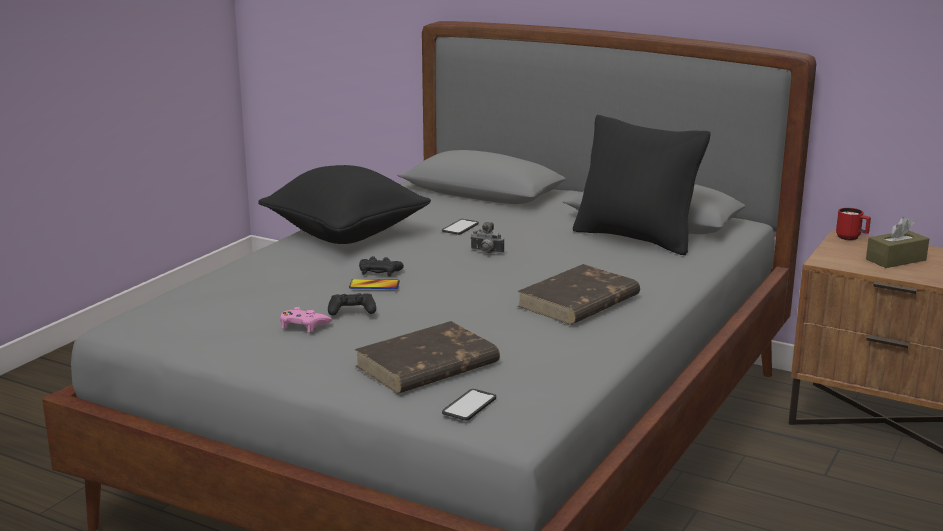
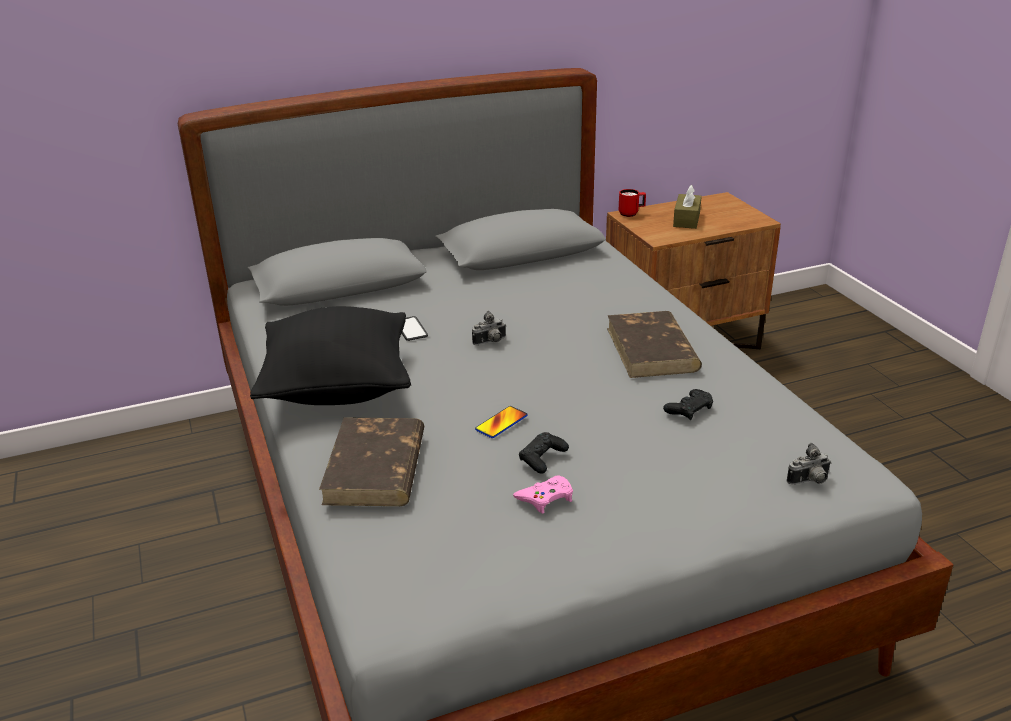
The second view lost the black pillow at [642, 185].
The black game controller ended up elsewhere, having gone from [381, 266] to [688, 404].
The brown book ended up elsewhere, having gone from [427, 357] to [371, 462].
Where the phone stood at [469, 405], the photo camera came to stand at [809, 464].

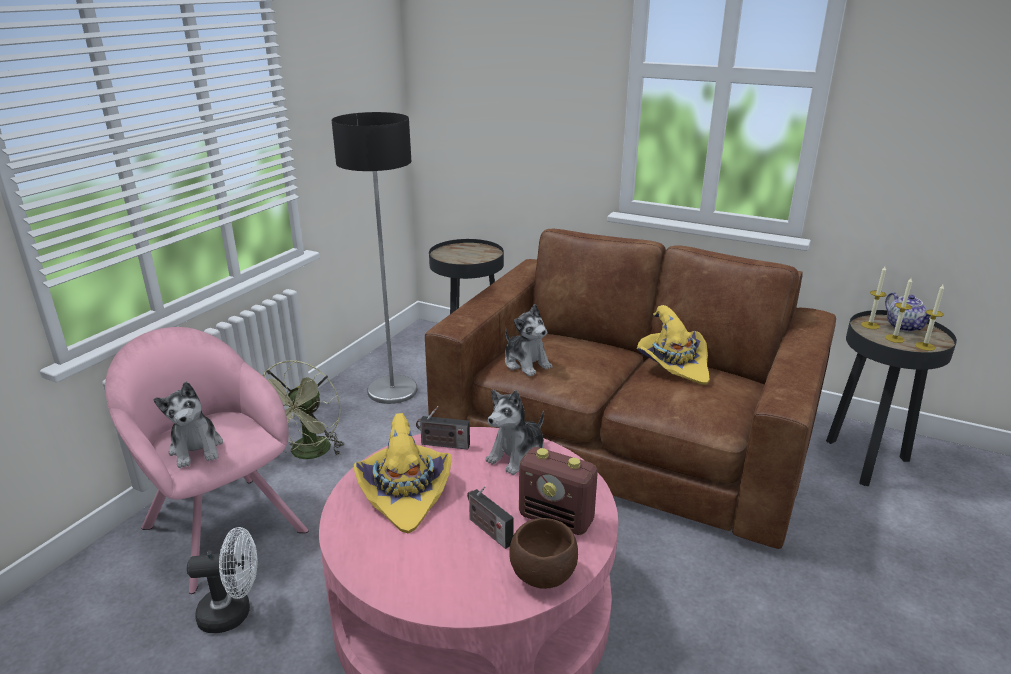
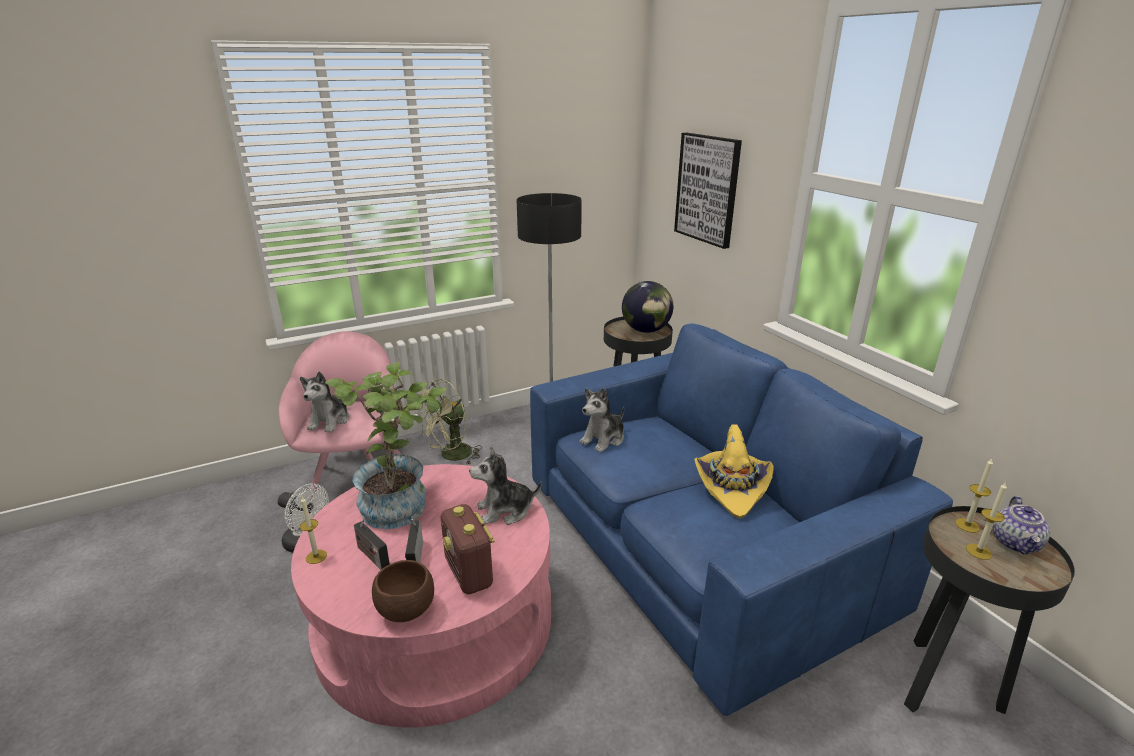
What was the brown sofa at [630, 389] turned into the blue sofa at [741, 519].
The candle ended up elsewhere, having gone from [929, 317] to [313, 530].
The plush toy at [528, 340] ended up facing another way, 45 degrees clockwise from before.
The radio ended up elsewhere, having gone from [443, 428] to [372, 544].
Where the yellow hat stood at [402, 473], the potted plant came to stand at [385, 445].
The second view gained the picture at [708, 191].
The second view gained the globe at [647, 307].

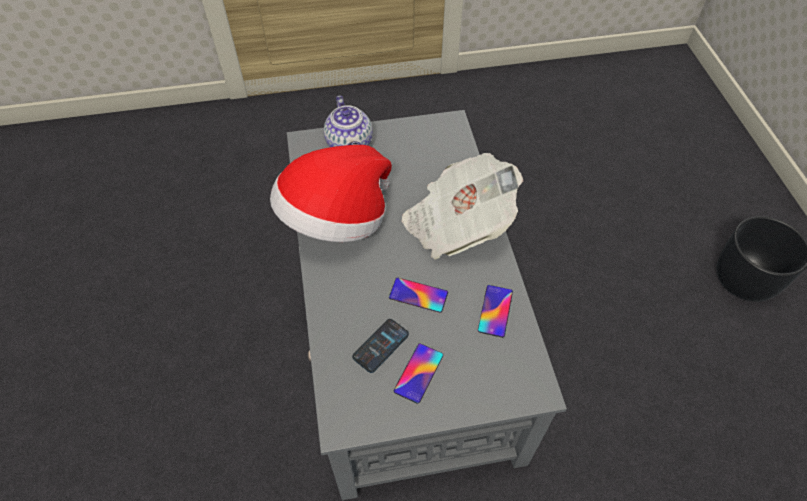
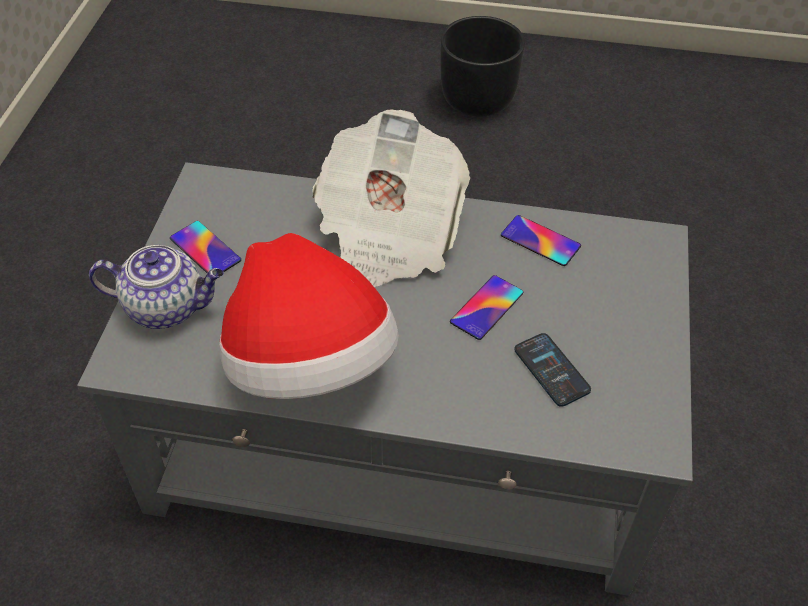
The phone ended up elsewhere, having gone from [418, 373] to [205, 247].

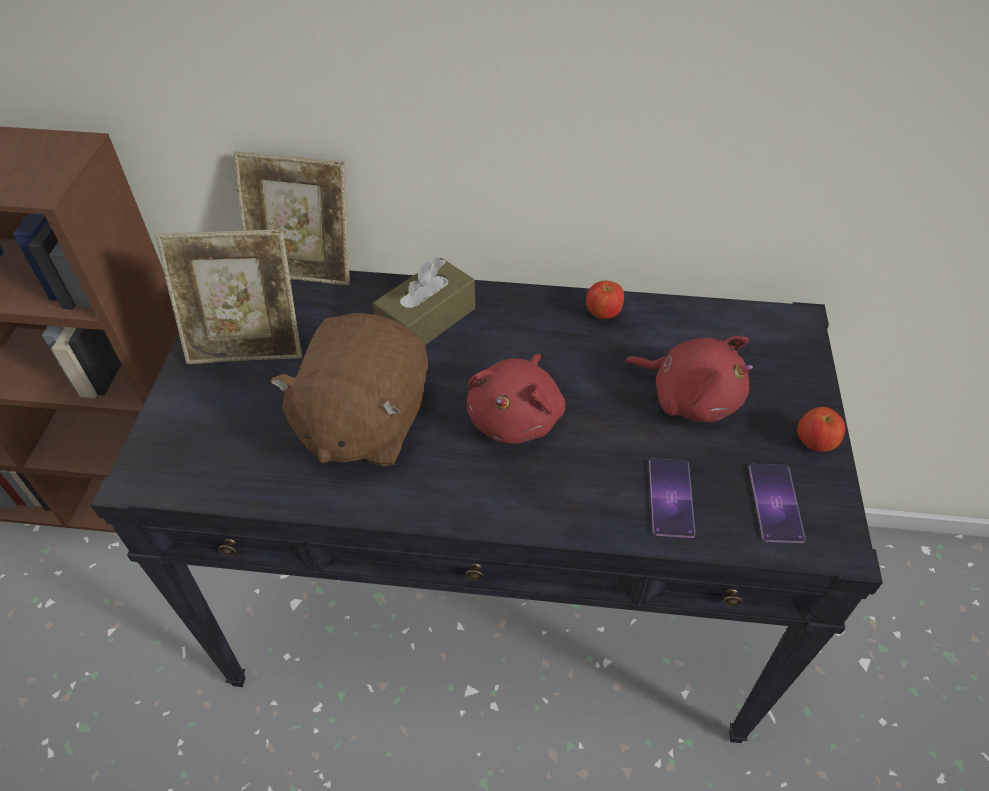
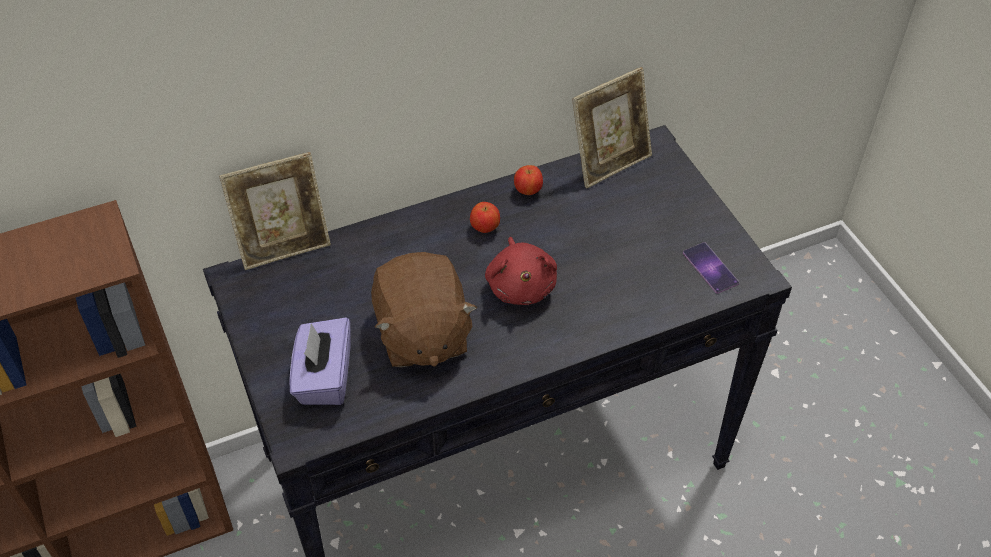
The picture frame ended up elsewhere, having gone from [228, 296] to [612, 127].
The second view lost the brown tissue box at [424, 301].
The second view lost the red plush toy at [688, 379].
The apple ended up elsewhere, having gone from [821, 429] to [485, 217].
The second view lost the phone at [672, 498].
The second view gained the purple tissue box at [320, 361].

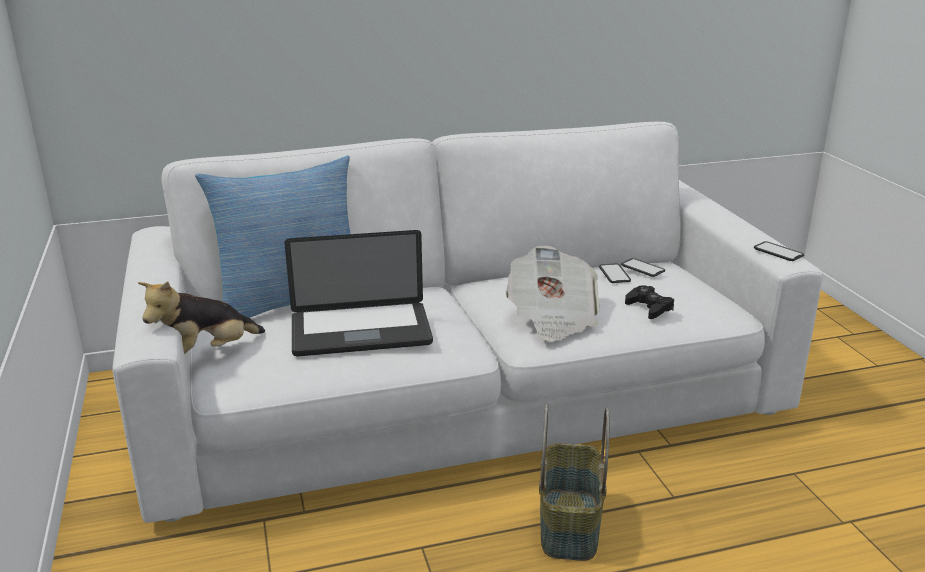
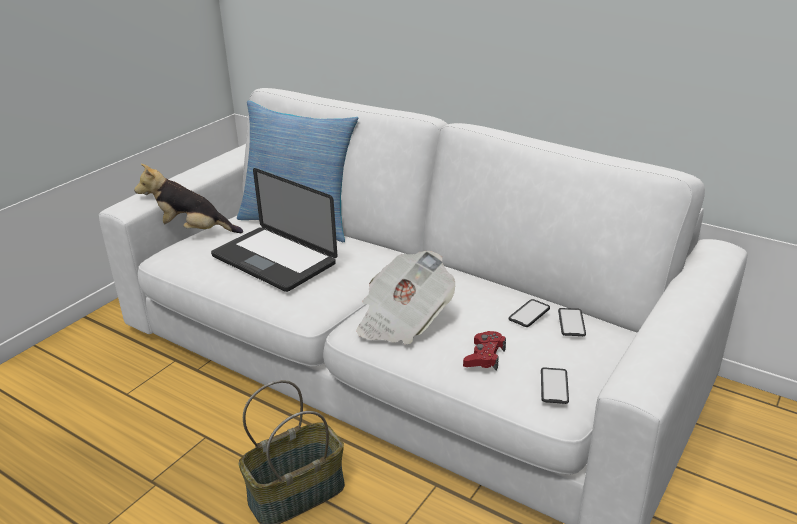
The phone ended up elsewhere, having gone from [779, 251] to [555, 385].
What was the black game controller at [649, 302] turned into the red game controller at [484, 351].

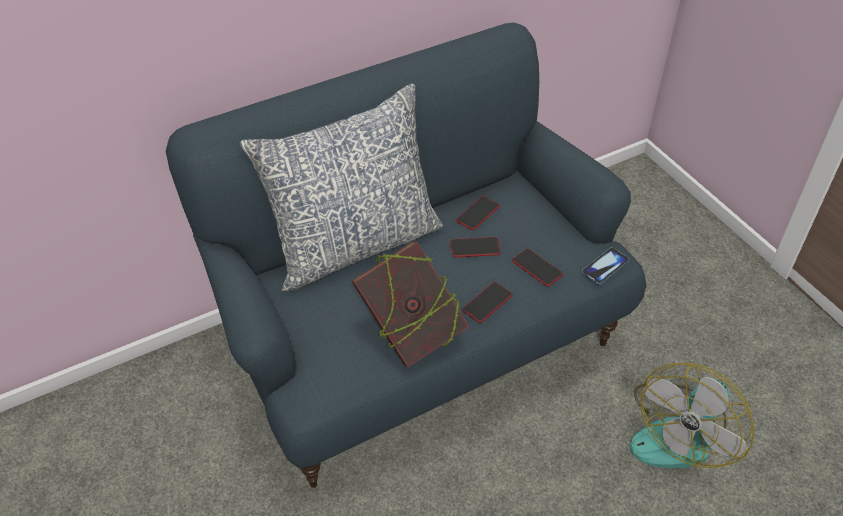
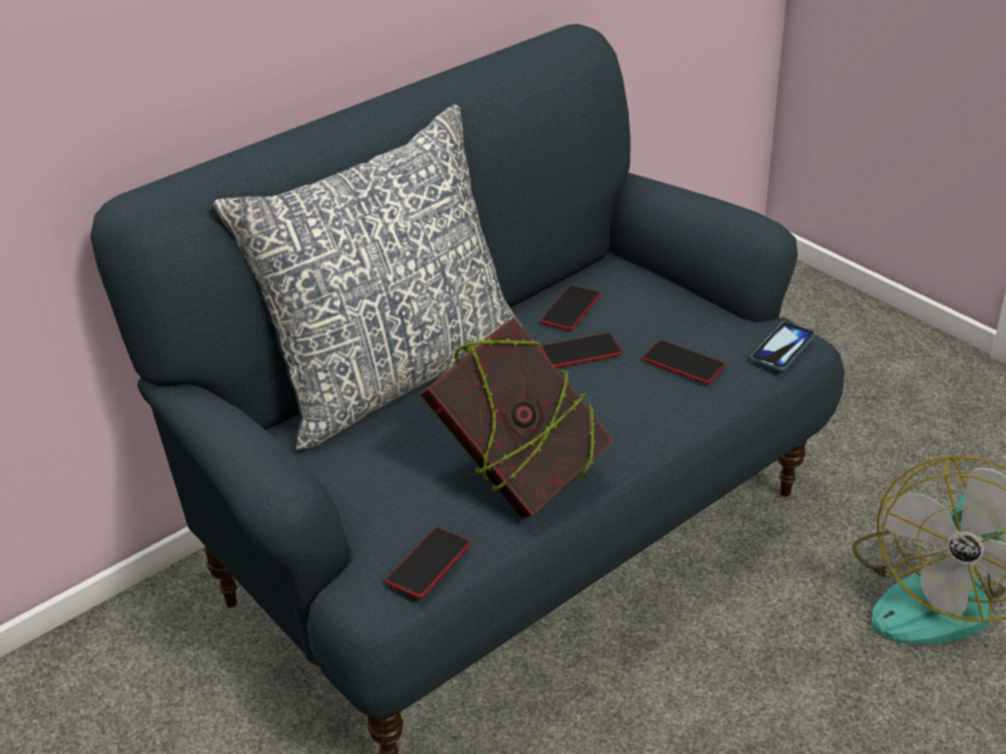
The phone ended up elsewhere, having gone from [487, 302] to [428, 563].

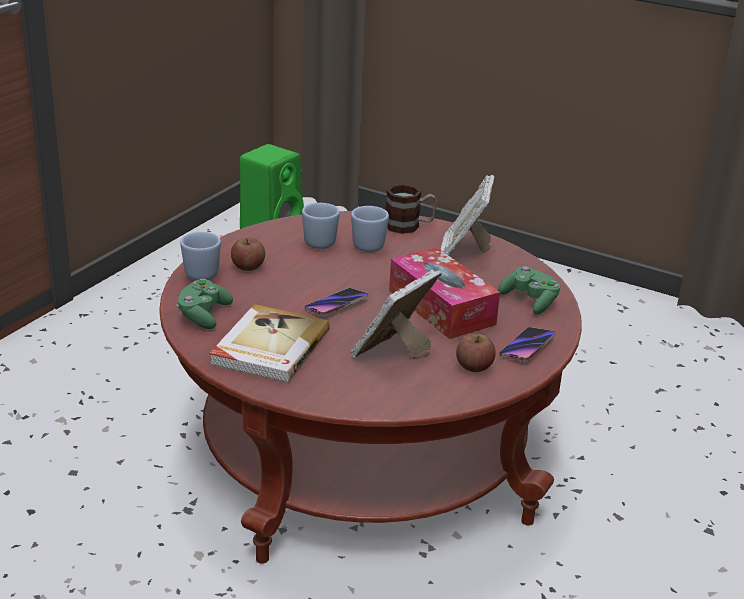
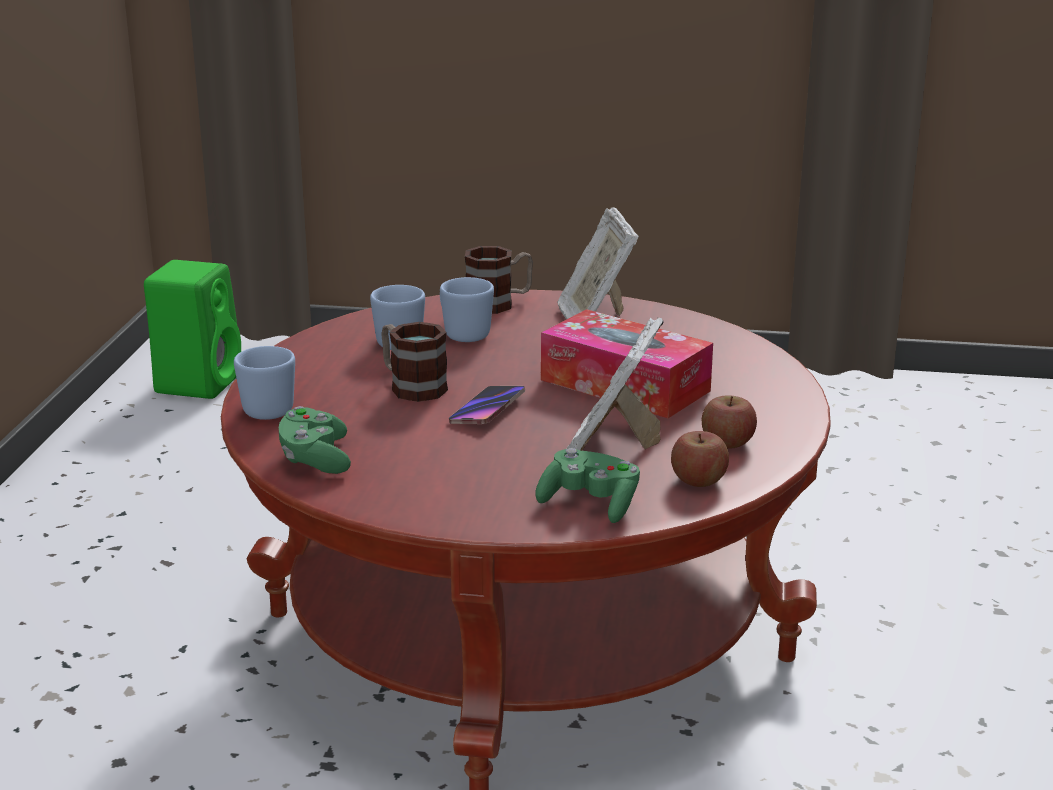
The apple ended up elsewhere, having gone from [248, 254] to [700, 459].
The green game controller ended up elsewhere, having gone from [529, 290] to [587, 485].
The second view lost the book at [269, 343].
The second view lost the phone at [527, 344].
The second view gained the mug at [414, 362].

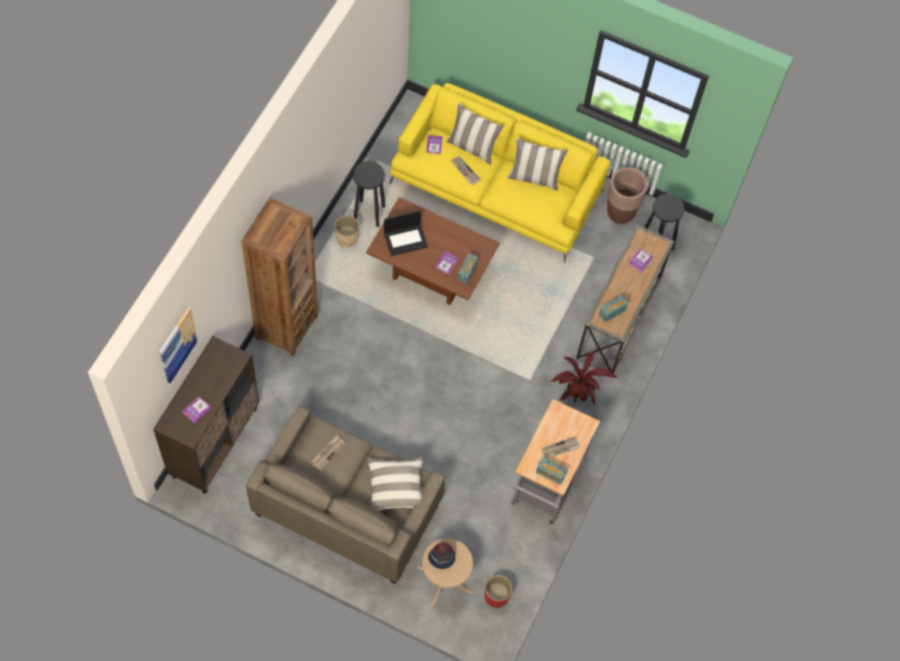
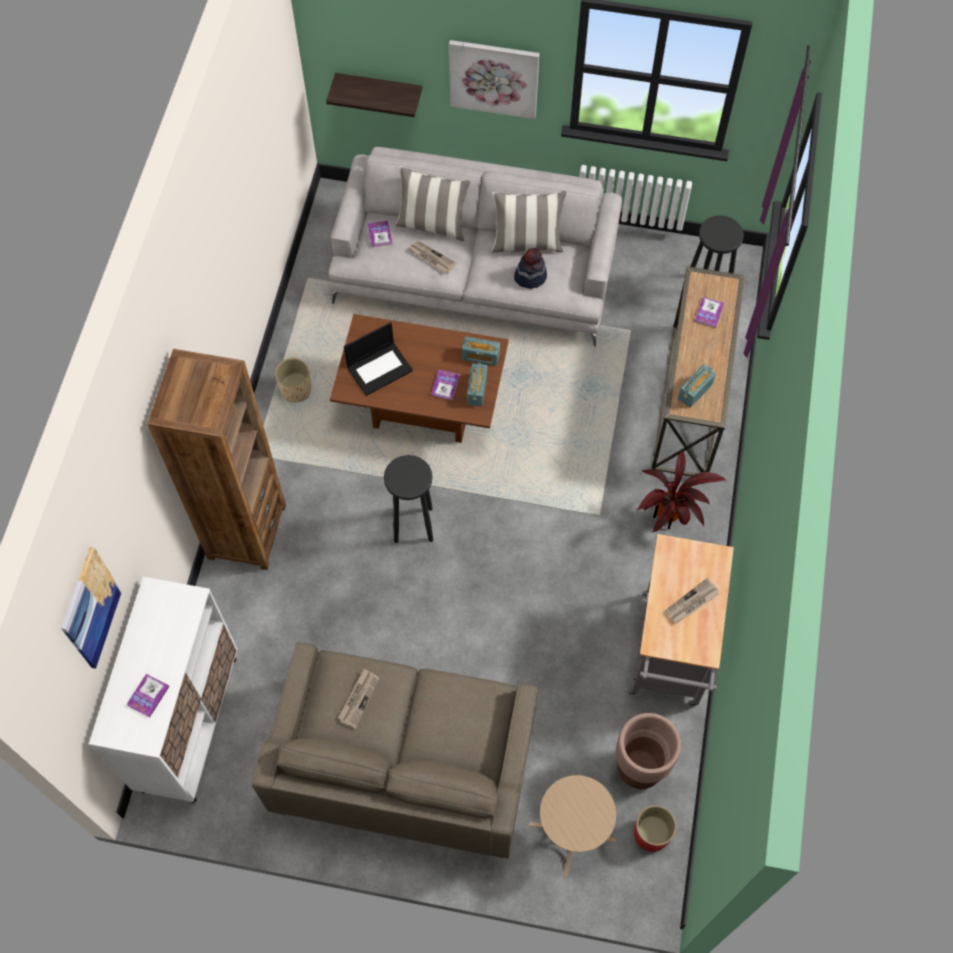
What was the yellow sofa at [499, 173] turned into the grey sofa at [475, 247].
The black stool ended up elsewhere, having gone from [369, 194] to [408, 499].
The brown planter ended up elsewhere, having gone from [627, 195] to [648, 751].
What was the brown cabinet at [206, 414] turned into the white cabinet at [163, 690].
The second view lost the pillow at [394, 483].
The radio ended up elsewhere, having gone from [551, 471] to [481, 351].
The hat ended up elsewhere, having gone from [441, 555] to [530, 268].
The second view gained the picture at [494, 79].
The second view gained the shelf at [374, 95].

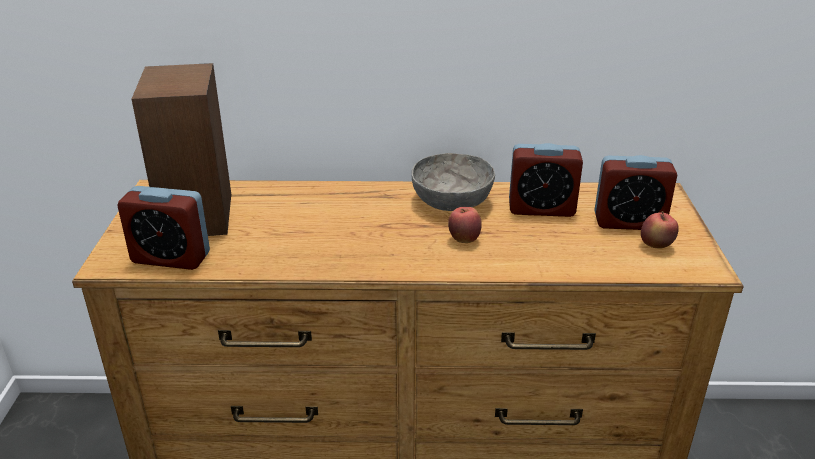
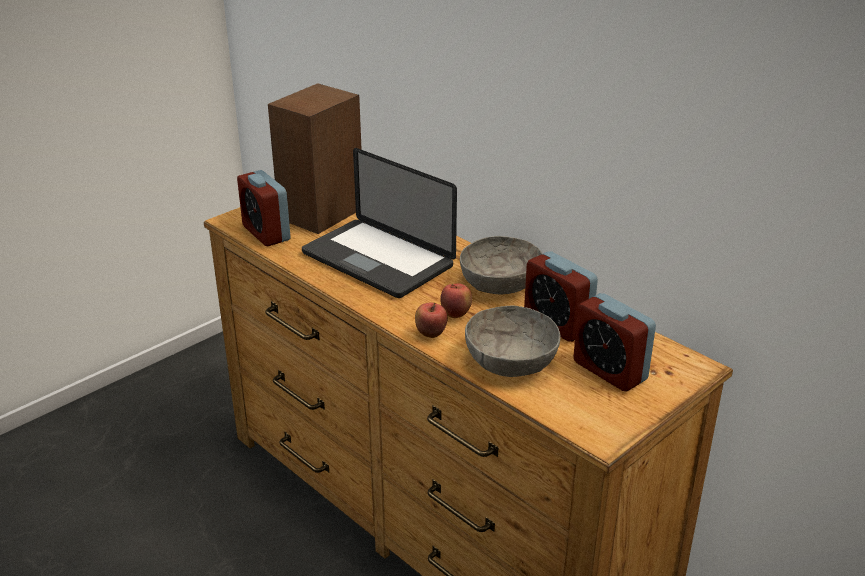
The apple ended up elsewhere, having gone from [660, 230] to [431, 320].
The second view gained the laptop at [379, 223].
The second view gained the grey bowl at [512, 341].

